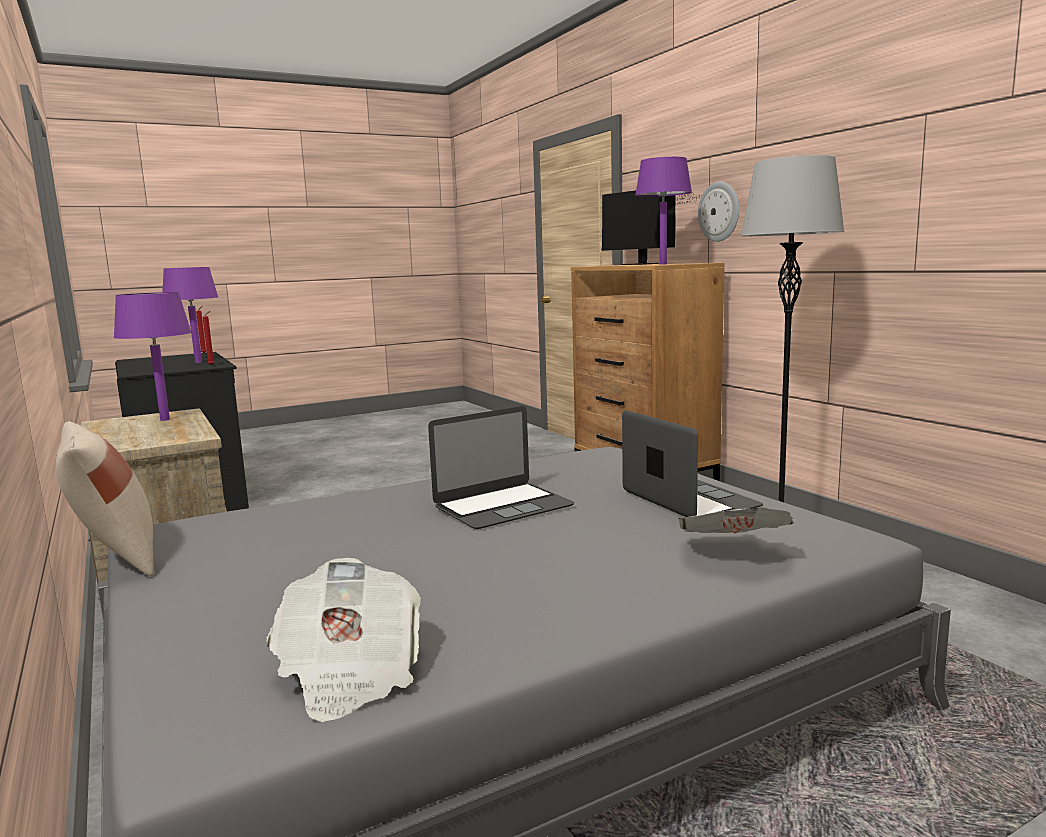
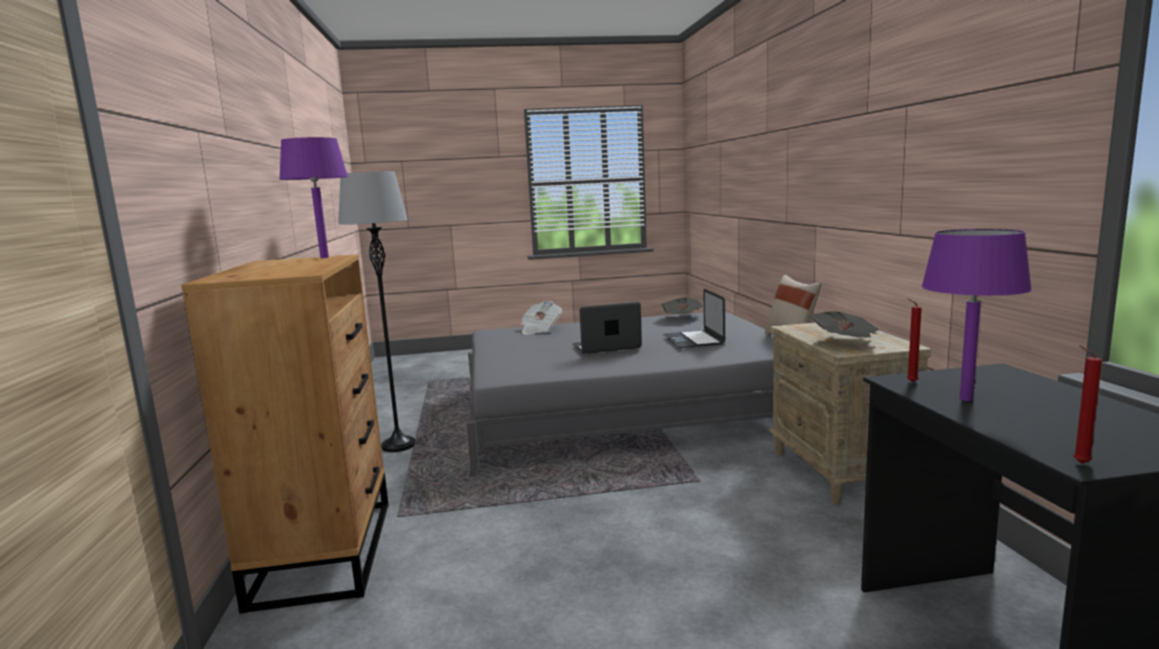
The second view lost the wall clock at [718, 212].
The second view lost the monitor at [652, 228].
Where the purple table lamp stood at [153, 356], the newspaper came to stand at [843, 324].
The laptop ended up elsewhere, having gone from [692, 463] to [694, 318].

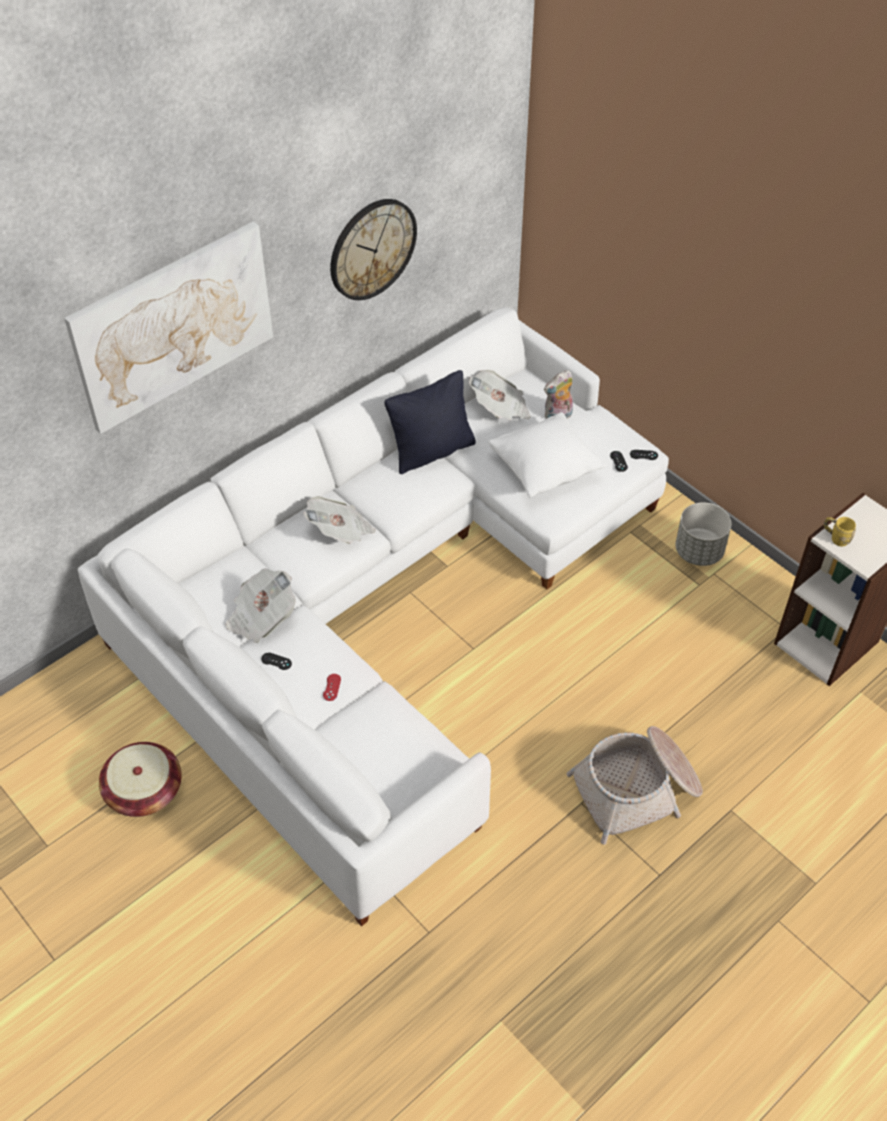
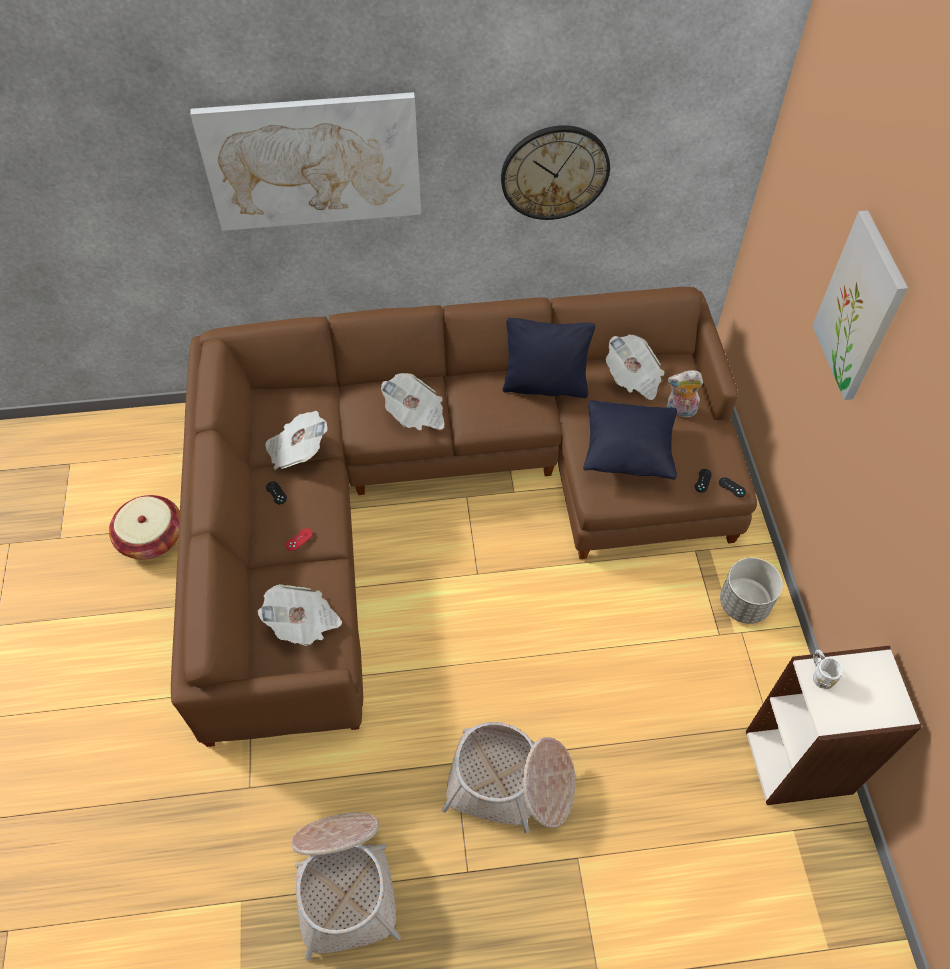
What was the white sofa at [373, 616] turned into the brown sofa at [464, 517].
What was the white pillow at [547, 455] turned into the black pillow at [630, 440].
What was the yellow mug at [840, 531] turned into the white mug at [828, 669].
The second view gained the picture at [860, 305].
The second view gained the newspaper at [300, 615].
The second view gained the basket at [346, 886].

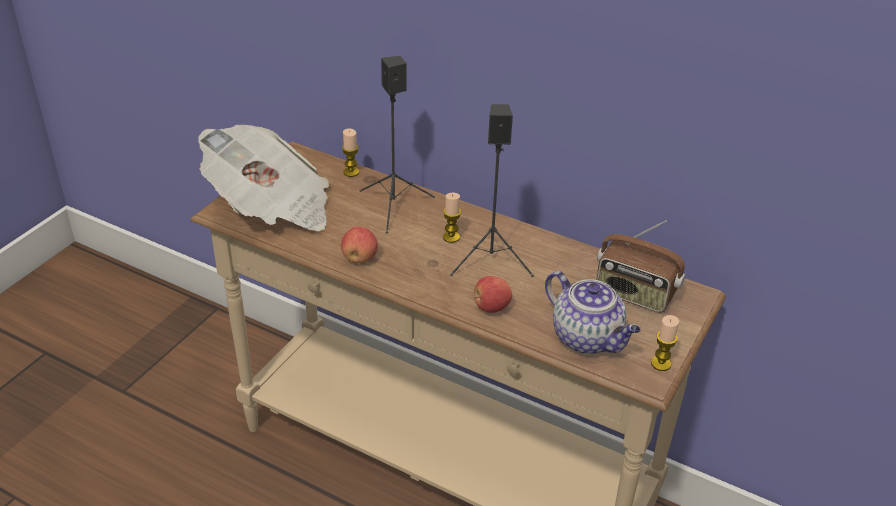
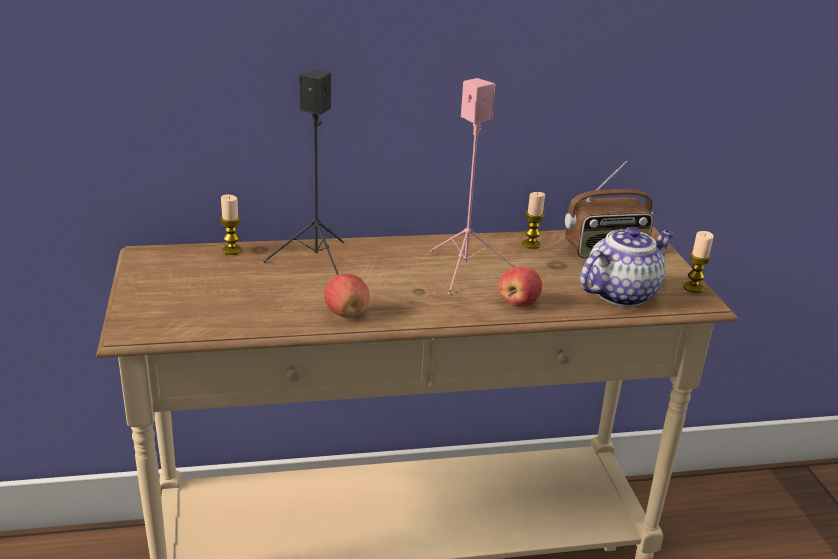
What was the black speaker at [492, 190] turned into the pink speaker at [472, 186].
The second view lost the newspaper at [263, 178].
The candle ended up elsewhere, having gone from [452, 218] to [533, 220].
The teapot at [593, 312] ended up facing another way, 45 degrees counterclockwise from before.

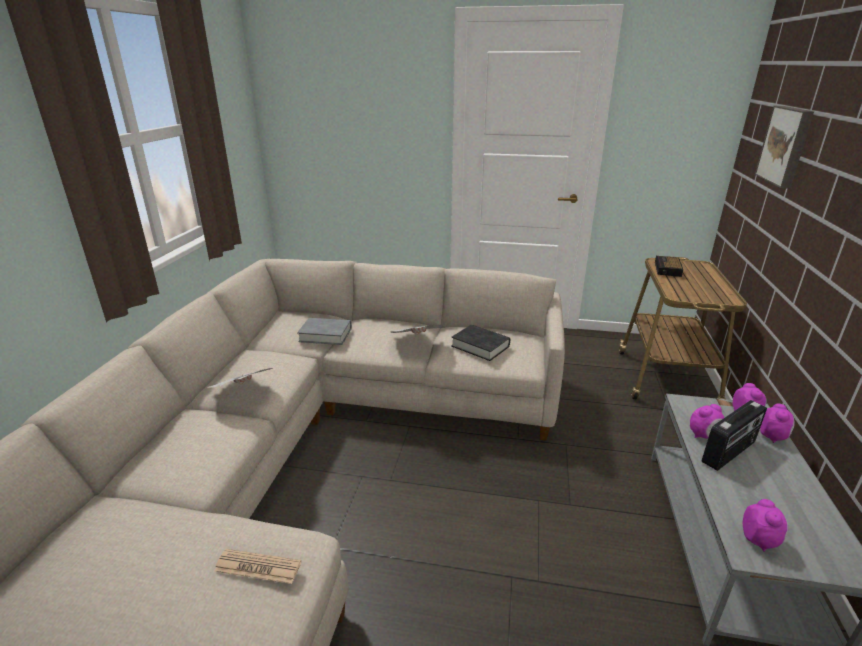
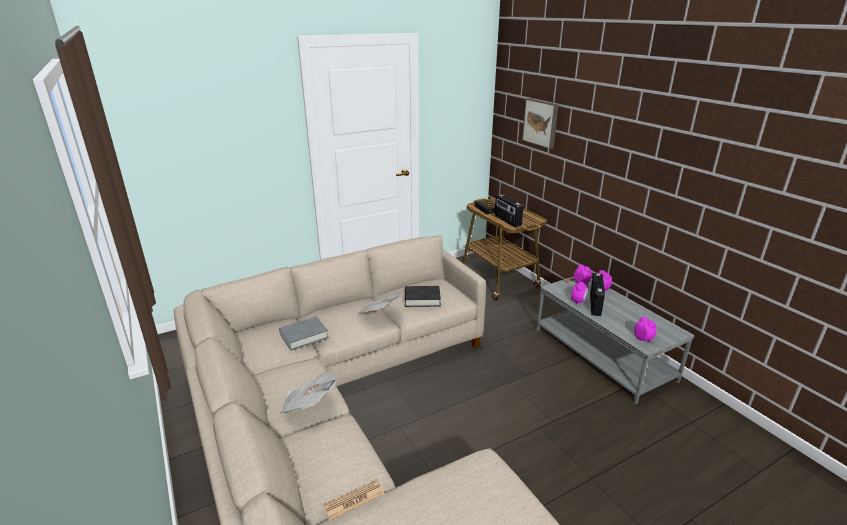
The newspaper ended up elsewhere, having gone from [257, 566] to [353, 500].
The second view gained the radio at [509, 211].

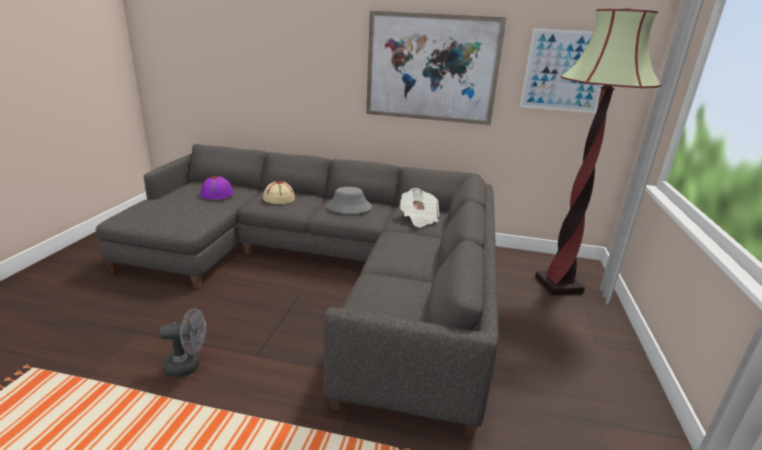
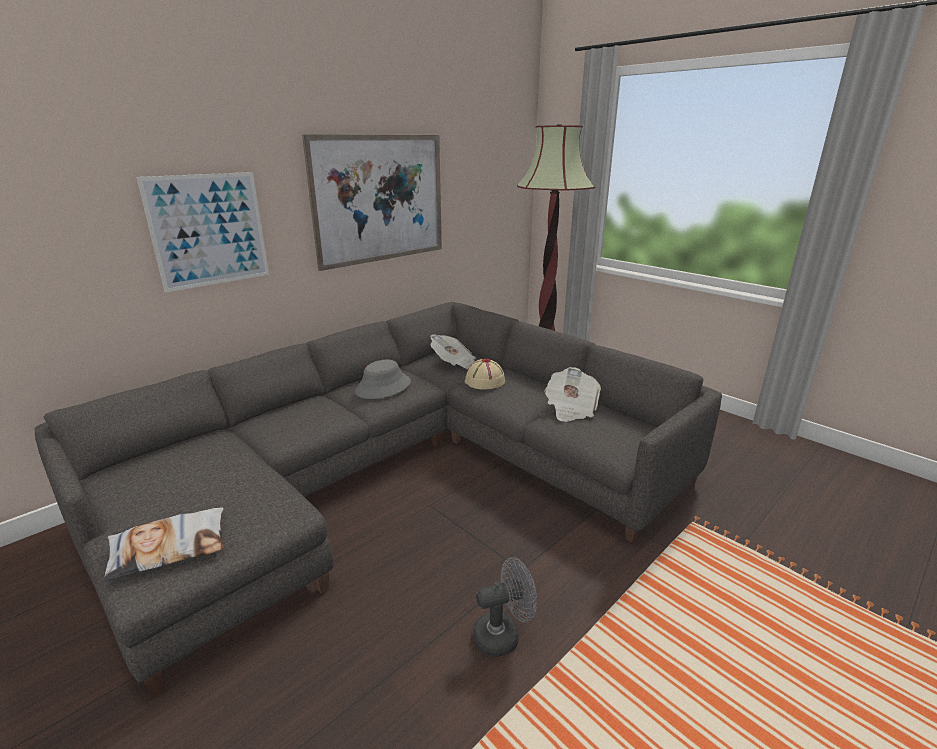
The picture ended up elsewhere, having gone from [561, 70] to [202, 232].
The second view lost the purple hat at [217, 187].
The beige hat ended up elsewhere, having gone from [279, 192] to [485, 374].
The grey fan at [182, 342] ended up facing another way, 45 degrees clockwise from before.
The second view gained the newspaper at [572, 394].
The second view gained the pillow at [163, 544].

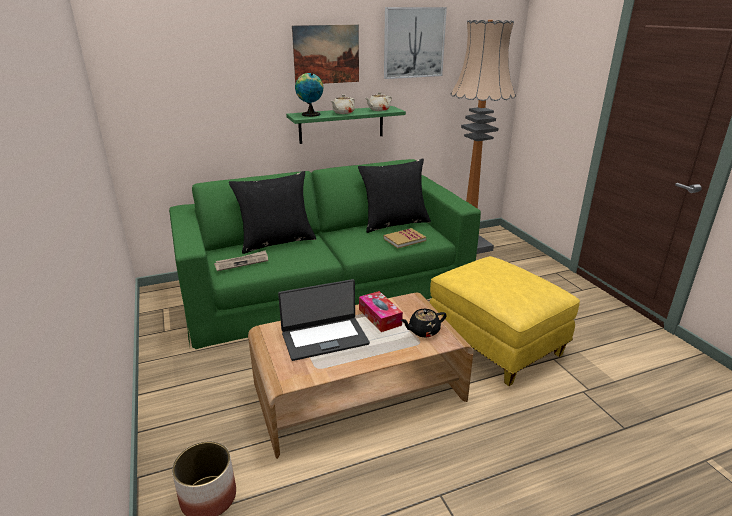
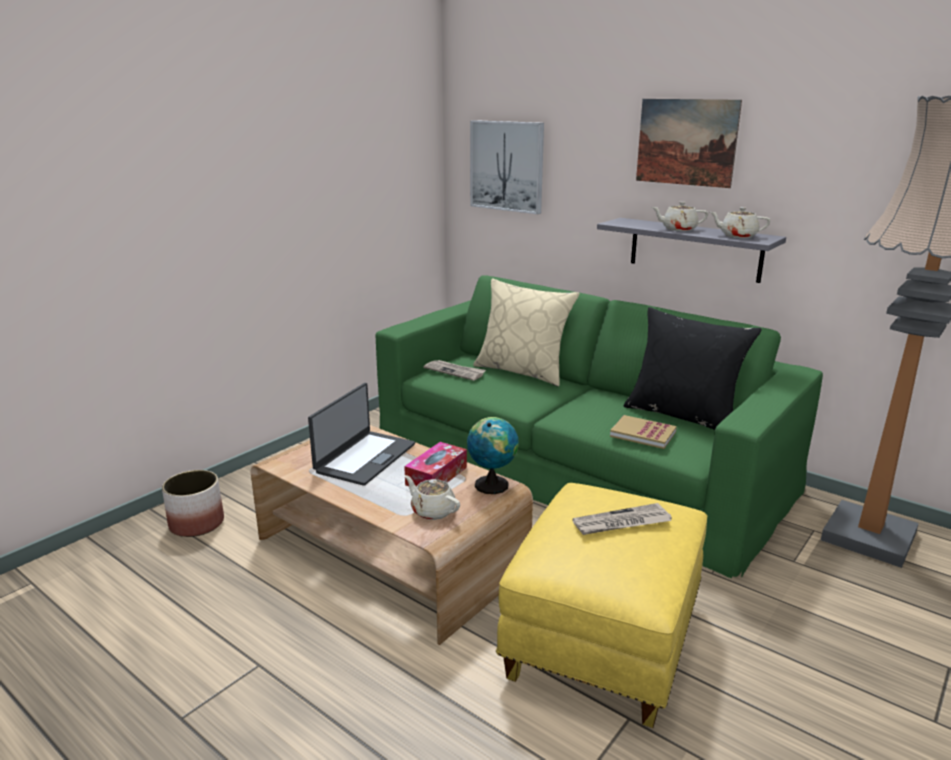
The picture ended up elsewhere, having gone from [415, 43] to [507, 167].
The globe ended up elsewhere, having gone from [309, 95] to [493, 455].
What was the green shelf at [346, 125] turned into the grey shelf at [691, 250].
What was the black pillow at [272, 212] turned into the beige pillow at [526, 332].
The laptop at [324, 320] ended up facing another way, 105 degrees counterclockwise from before.
What was the black teapot at [423, 323] turned into the beige teapot at [432, 497].
The second view gained the newspaper at [622, 519].

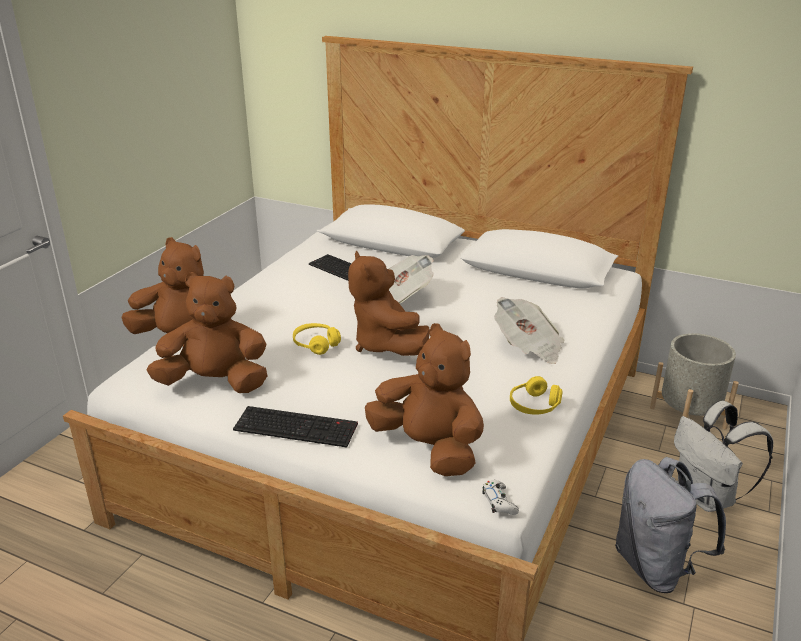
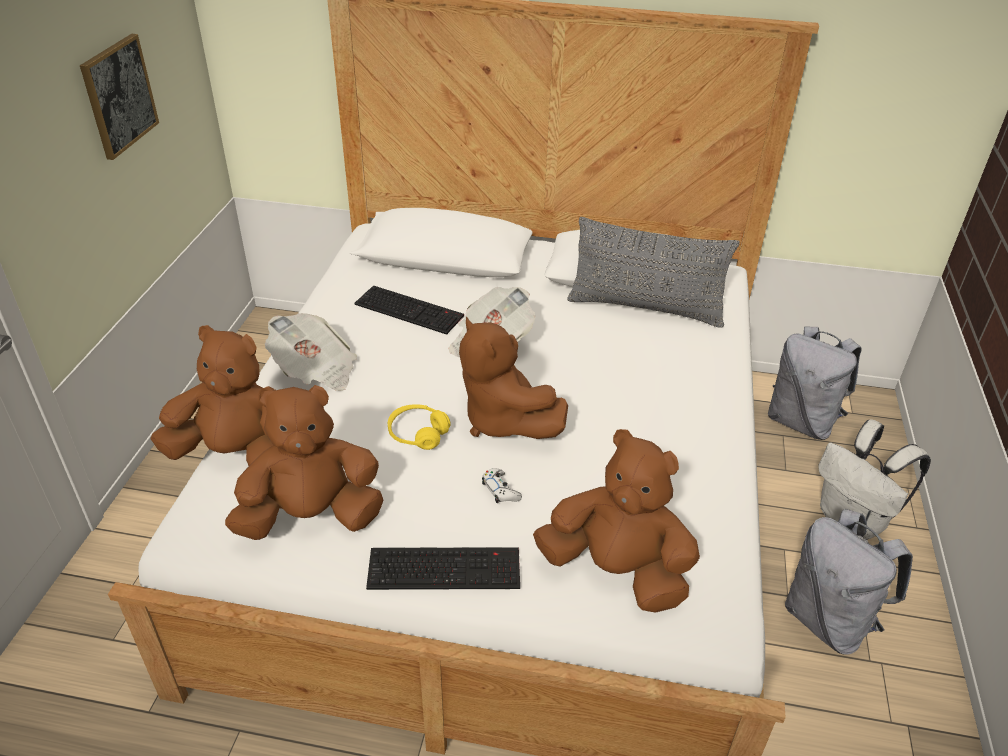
The newspaper ended up elsewhere, having gone from [529, 330] to [311, 352].
Where the grey planter stood at [694, 381], the grey backpack came to stand at [815, 383].
The second view lost the yellow headphones at [536, 395].
The white game controller ended up elsewhere, having gone from [500, 497] to [502, 485].
The second view gained the picture at [119, 97].
The second view gained the grey pillow at [653, 272].

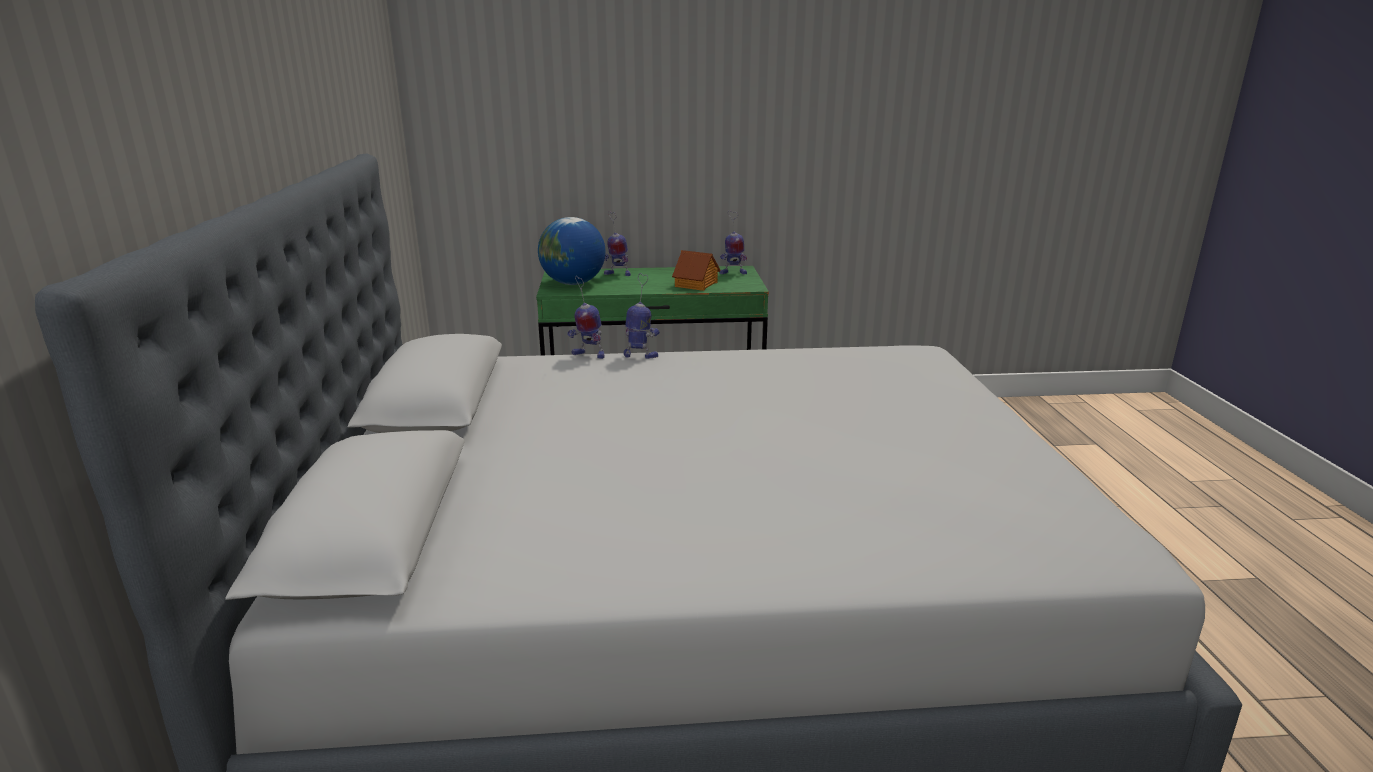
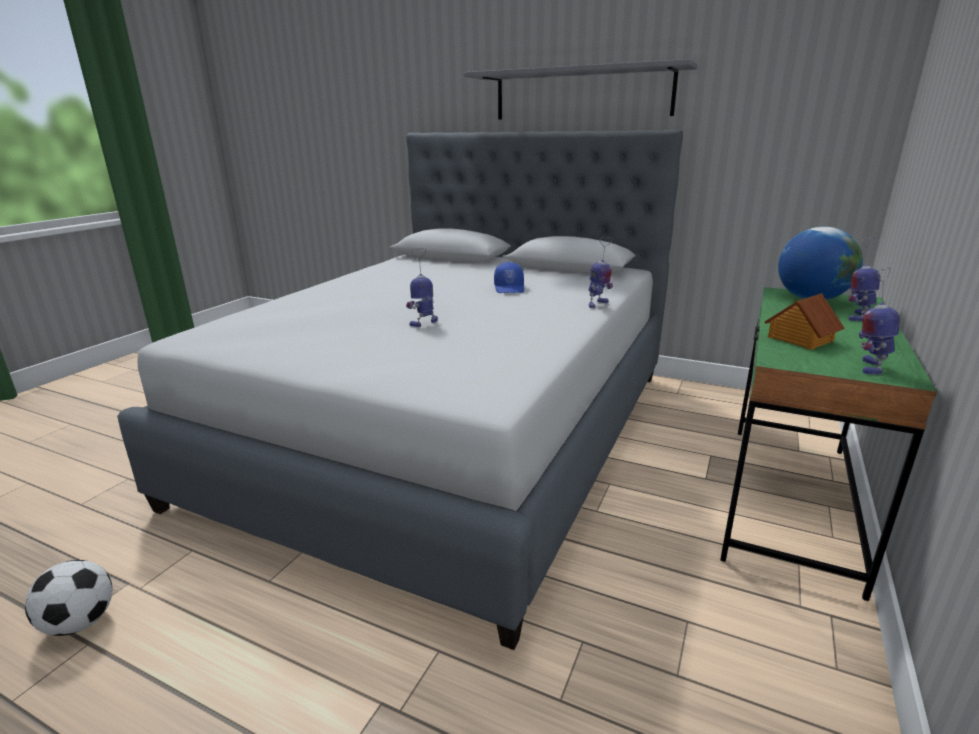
The toy robot ended up elsewhere, having gone from [585, 317] to [422, 287].
The second view gained the grey shelf at [580, 89].
The second view gained the blue cap at [509, 277].
The second view gained the football at [68, 598].

